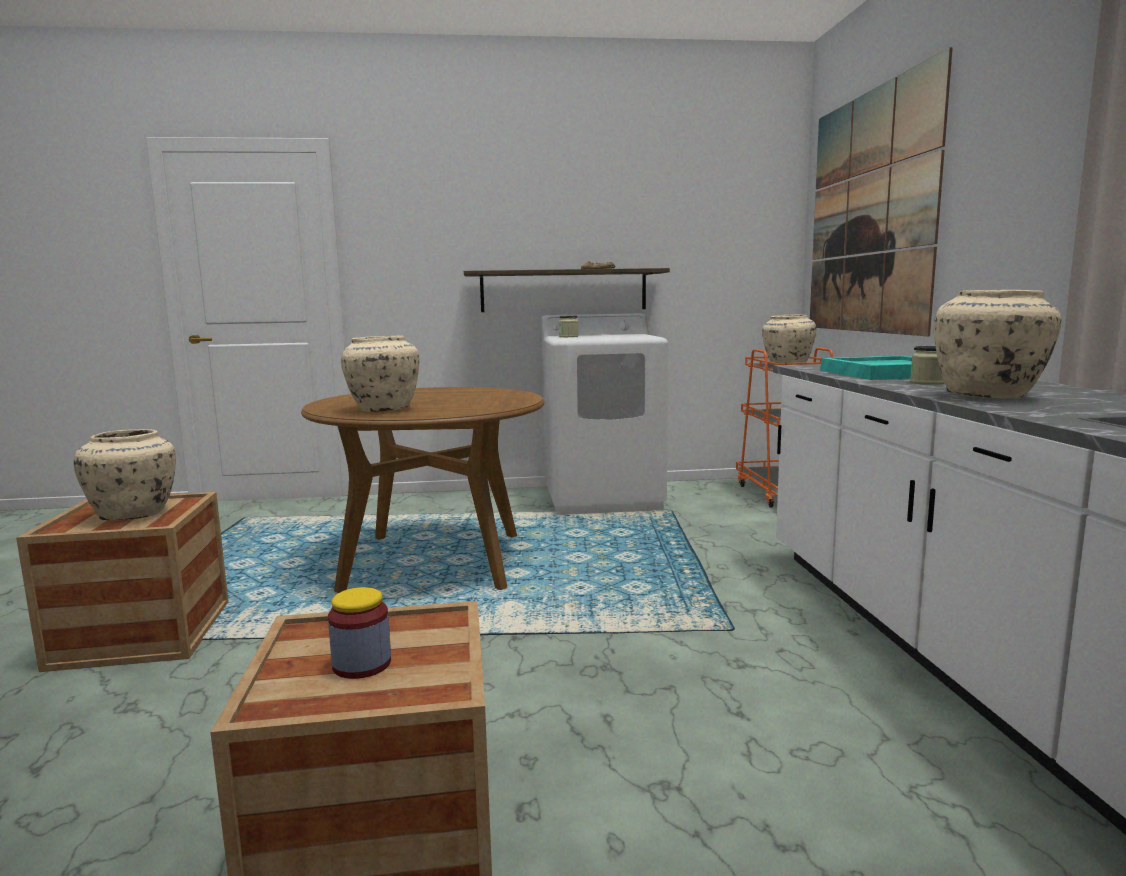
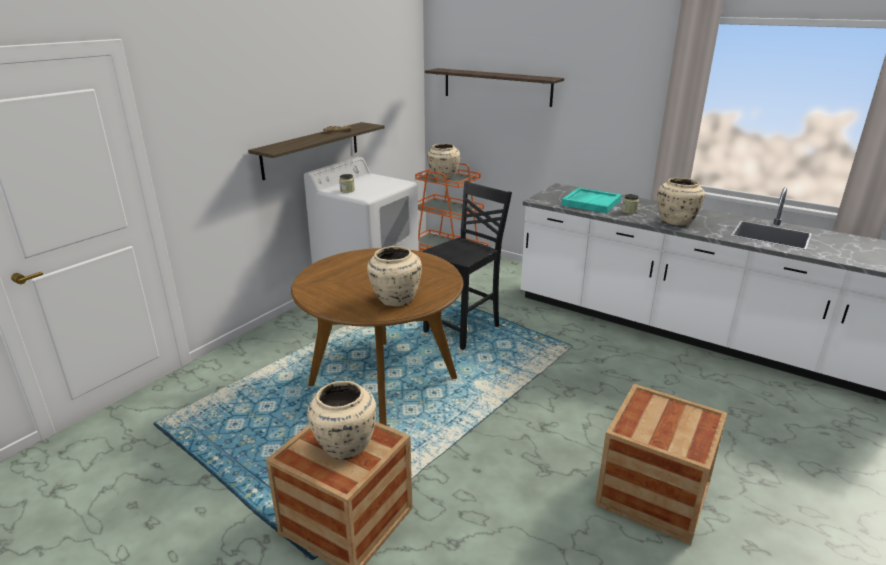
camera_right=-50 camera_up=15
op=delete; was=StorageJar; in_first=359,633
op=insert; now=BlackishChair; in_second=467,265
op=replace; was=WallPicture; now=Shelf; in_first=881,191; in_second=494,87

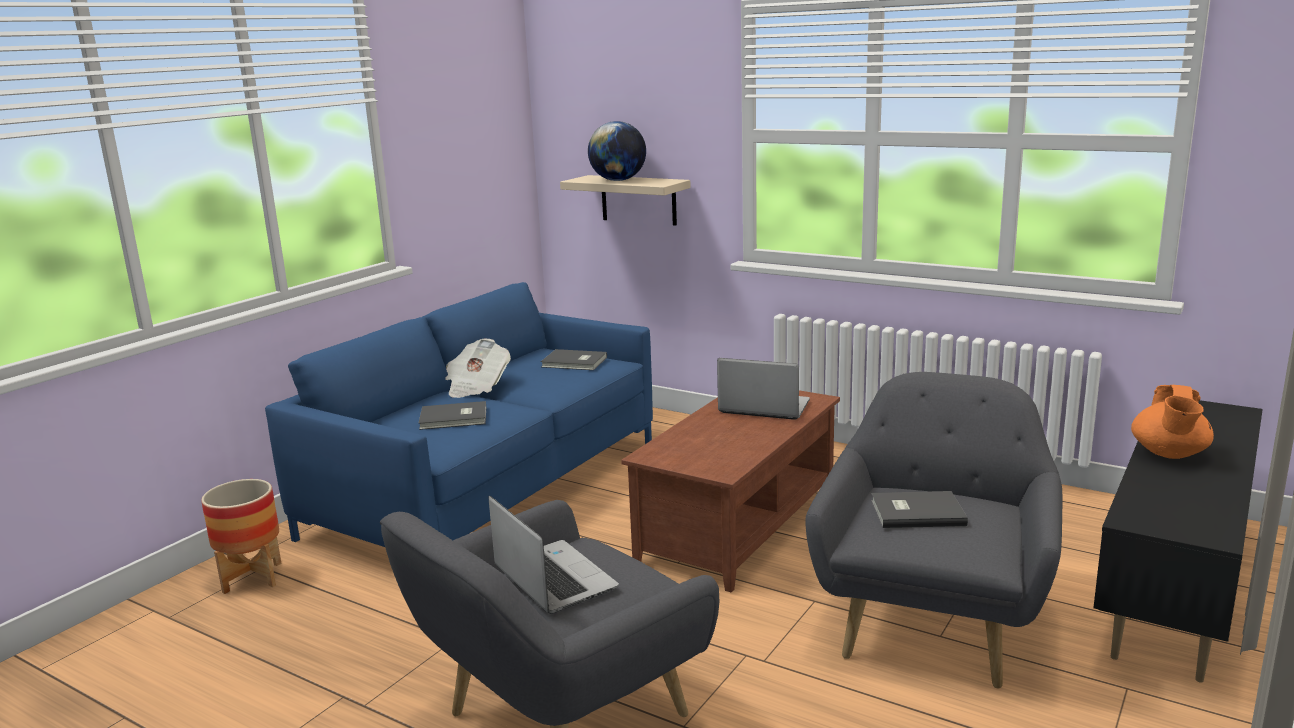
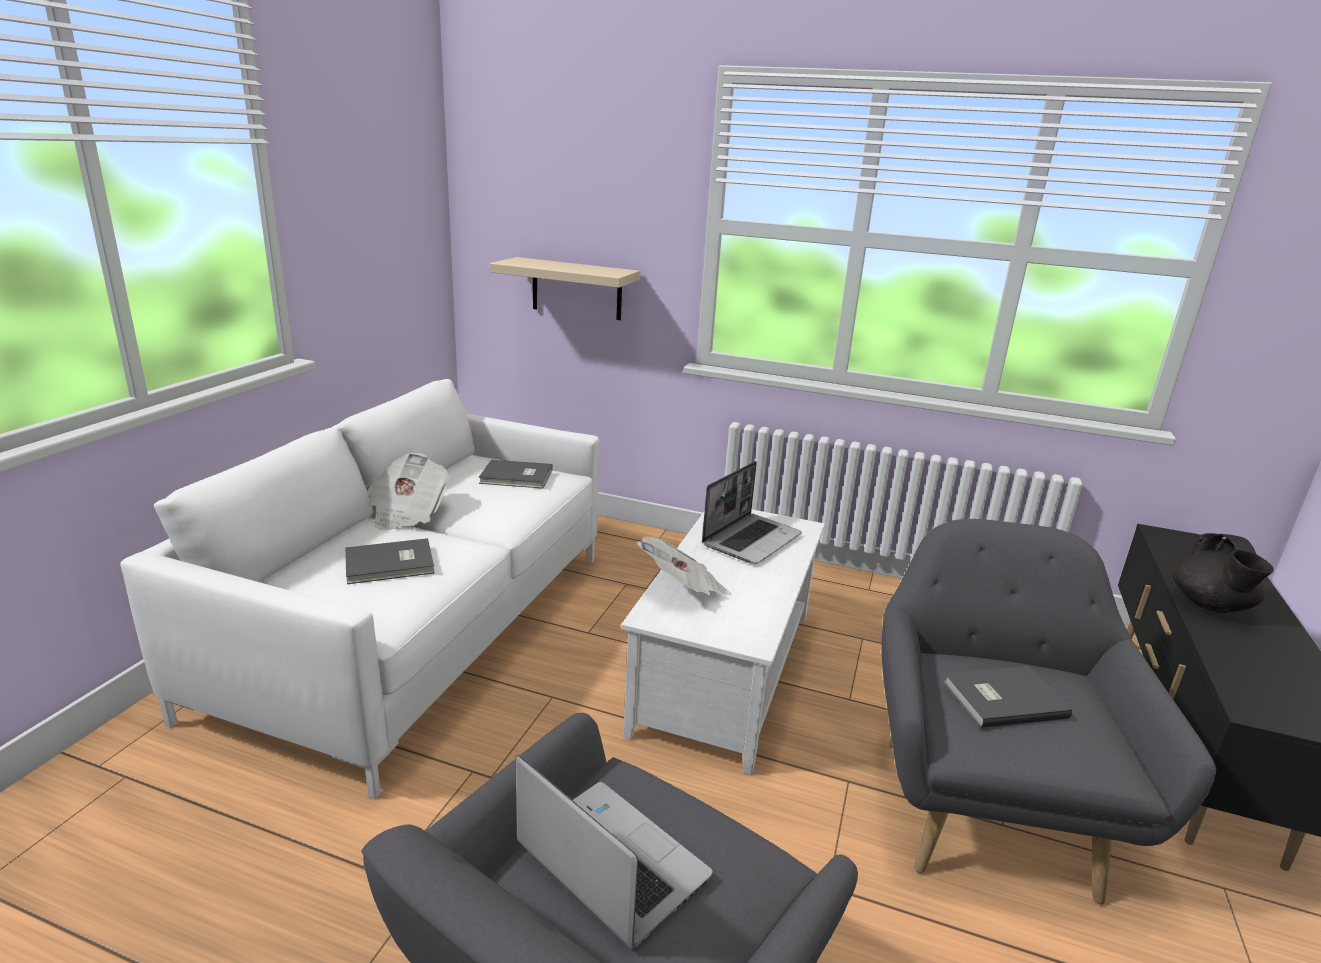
camera_right=-15 camera_up=5
op=delete; was=Planter; in_first=241,536
op=delete; was=DeskGlobe; in_first=617,151
op=insert; now=Newspaper; in_second=684,566
op=recolor; was=BlueSettee; now=WhitishSettee; in_first=459,414; in_second=360,589
op=recolor; was=BrownLowTable; now=WhitishLowTable; in_first=730,491; in_second=723,642
op=recolor; was=OrangeyPotForTea; now=BlackishPotForTea; in_first=1172,422; in_second=1223,573
op=rotate; was=NotebookComputer; in_first=763,389; in_second=752,512; clockwise=120

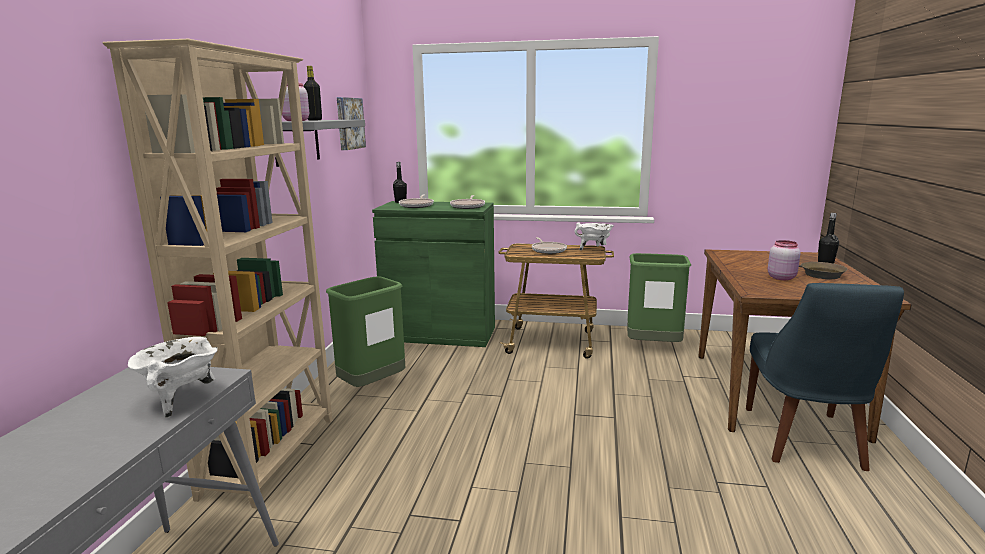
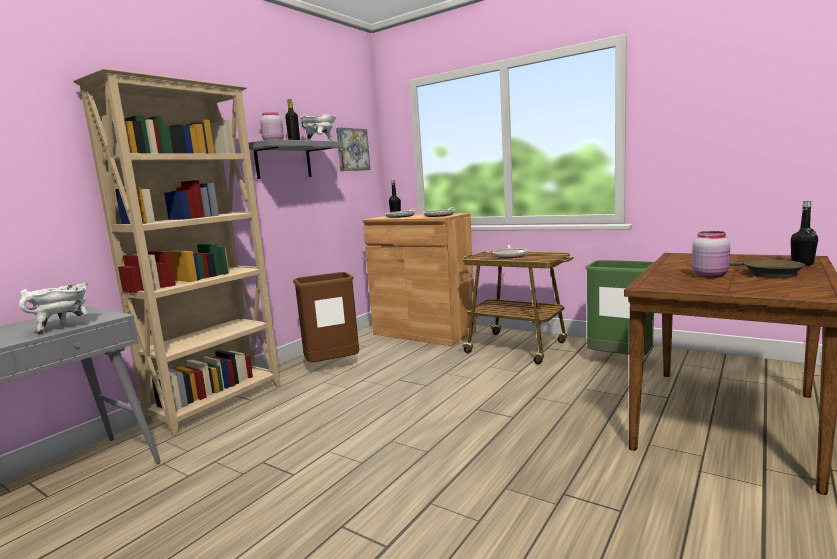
camera_right=25 camera_up=-5
op=delete; was=BlueChair; in_first=825,377
op=move; was=WhitishStockpot; in_first=594,236; in_second=318,127
op=recolor; was=GreenColouredTrashCan; now=BrownTrashCan; in_first=365,331; in_second=326,317
op=recolor; was=GreenColouredStorageCabinet; now=BrownStorageCabinet; in_first=433,274; in_second=419,279

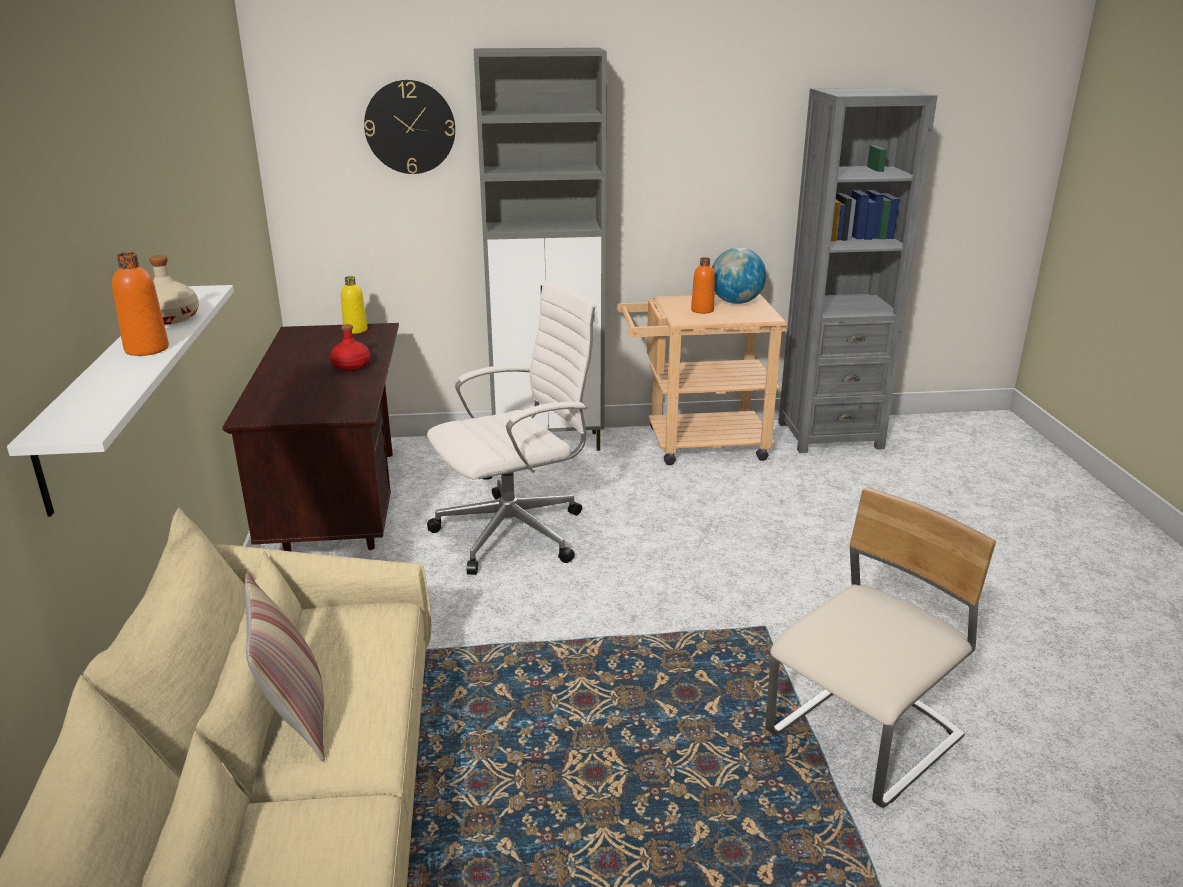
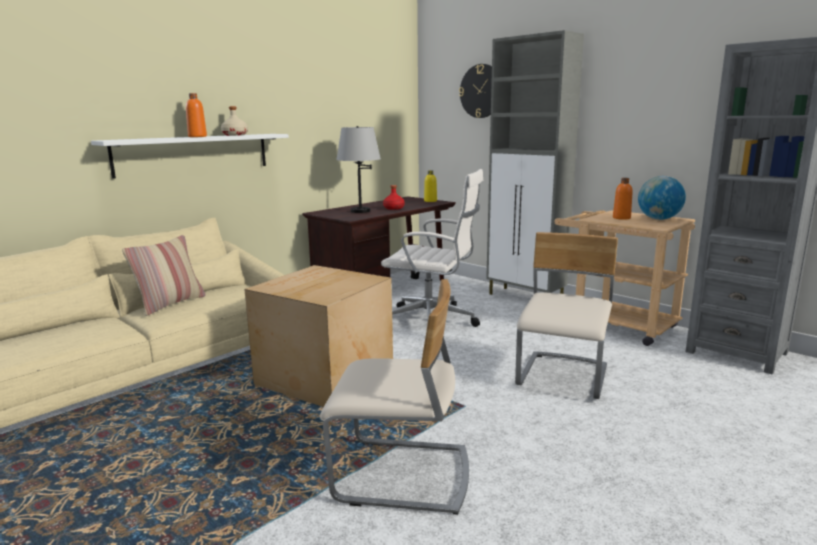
camera_right=50 camera_up=-10
op=insert; now=PackingBox; in_second=318,336
op=insert; now=GreyishLampForATable; in_second=358,169
op=insert; now=BeigeColouredChair; in_second=566,315

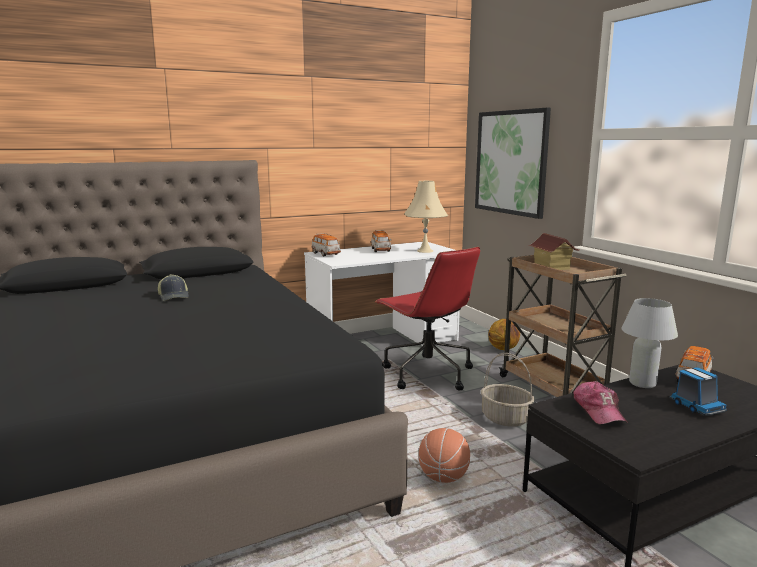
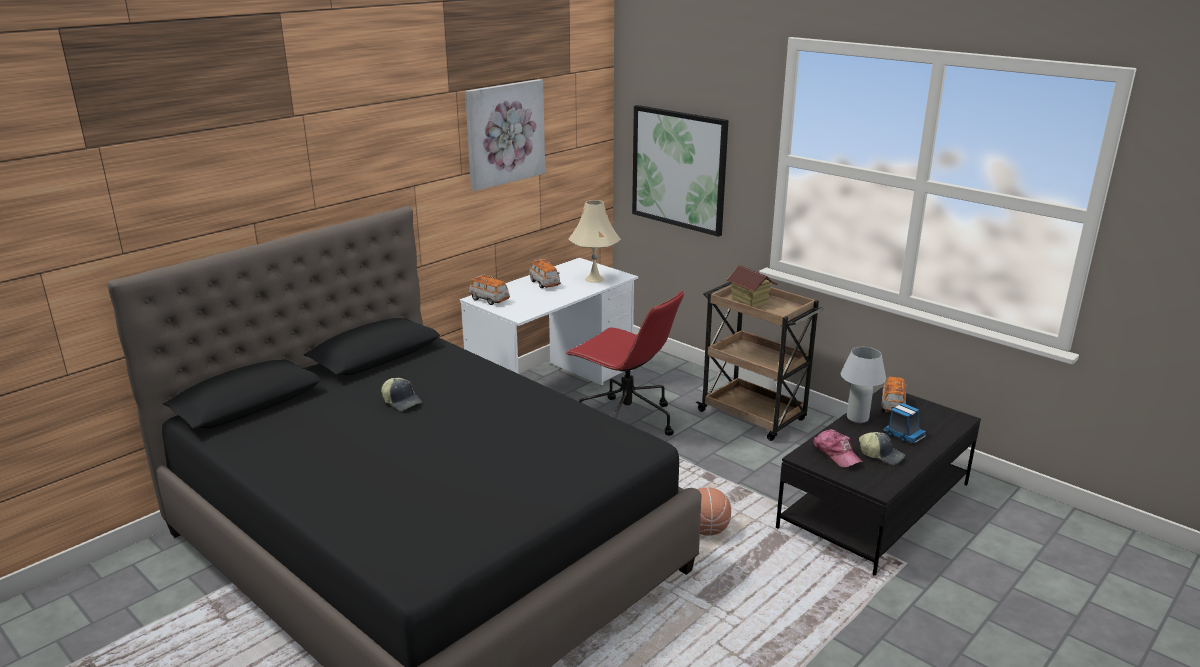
camera_right=-20 camera_up=10
op=delete; was=StorageBasket; in_first=508,390
op=delete; was=Basketball; in_first=504,334
op=insert; now=WallPicture; in_second=505,135
op=insert; now=PeakedCap; in_second=882,448

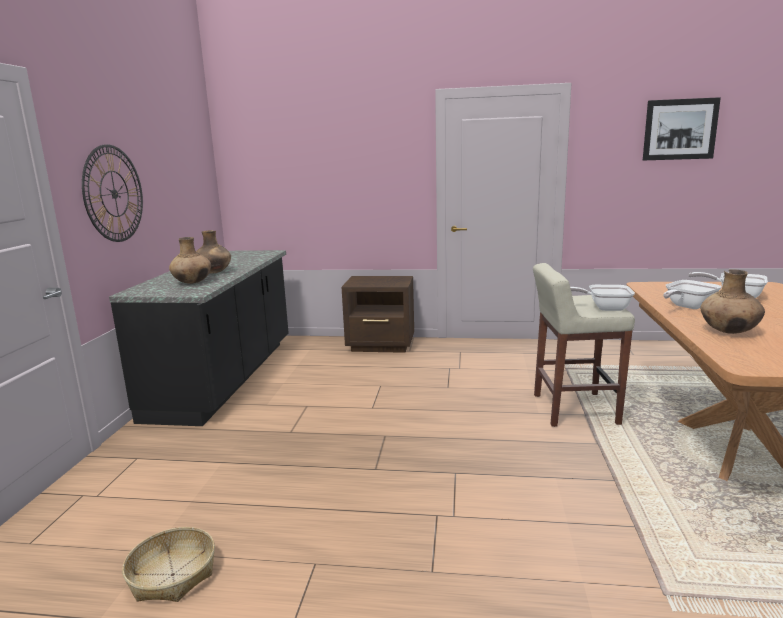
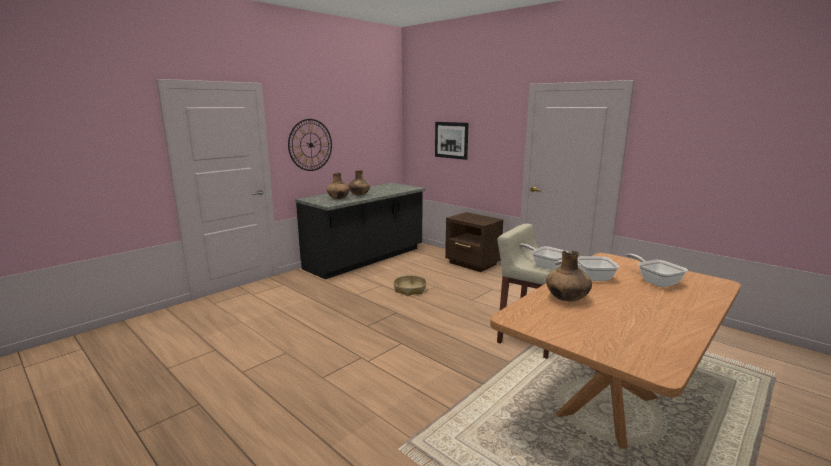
camera_right=35 camera_up=0
op=move; was=StorageBasket; in_first=168,564; in_second=410,285
op=move; was=WallPicture; in_first=682,128; in_second=452,141

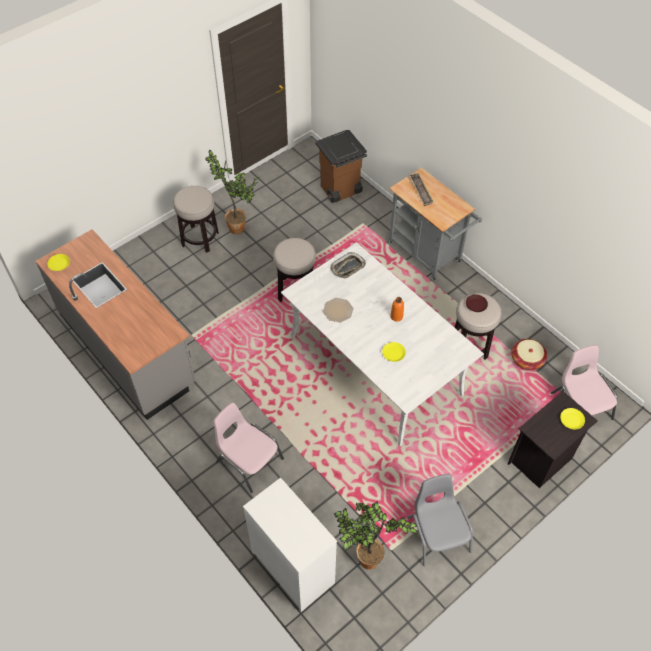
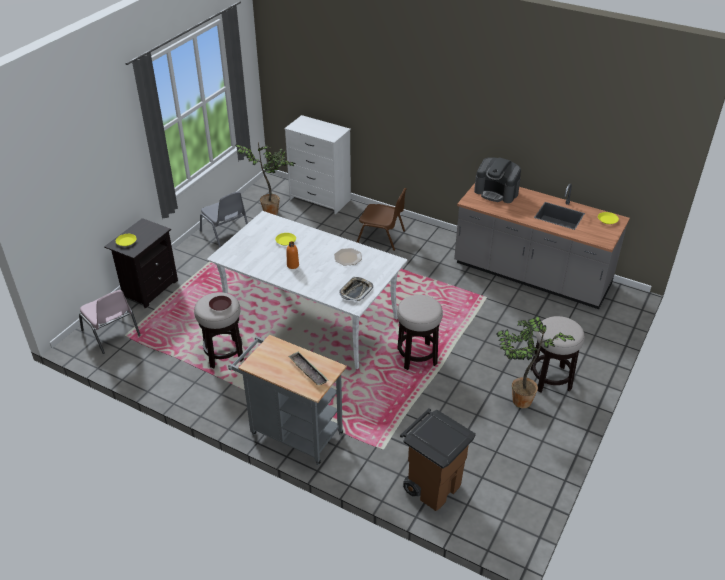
camera_right=160 camera_up=-15
op=delete; was=StorageBasket; in_first=529,354
op=insert; now=CoffeeMachine; in_second=497,180
op=recolor; was=PinkColouredChair; now=BrownChair; in_first=248,447; in_second=381,219

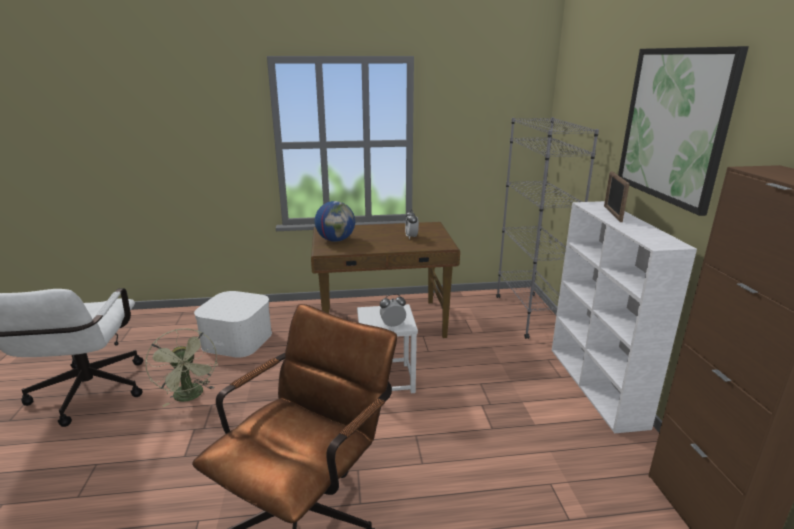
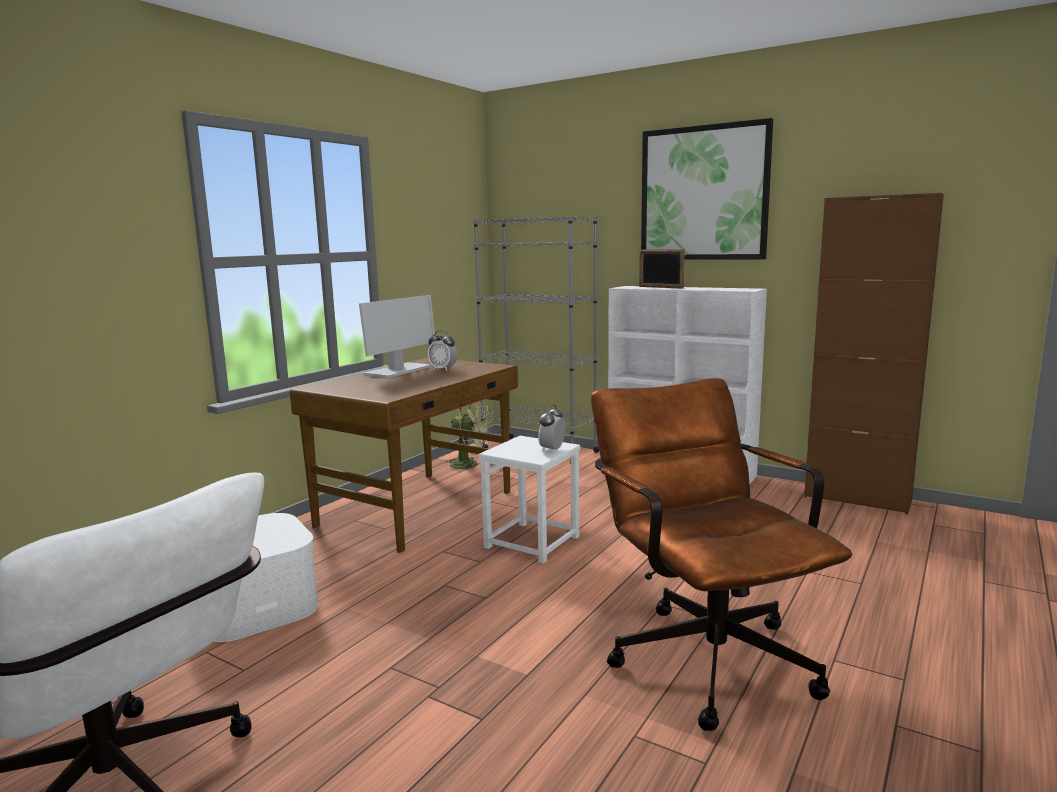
camera_right=-50 camera_up=-10
op=delete; was=DeskGlobe; in_first=335,221
op=insert; now=ComputerScreen; in_second=397,336
op=move; was=GreenColouredCoolingFan; in_first=181,368; in_second=468,436

